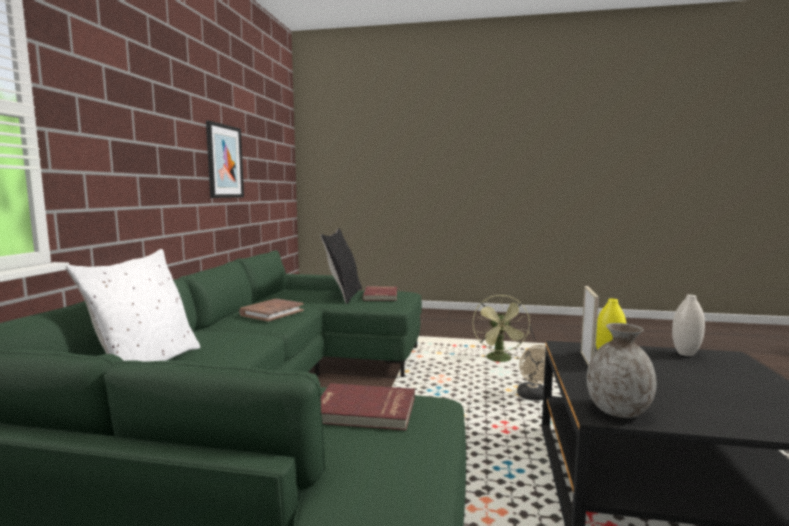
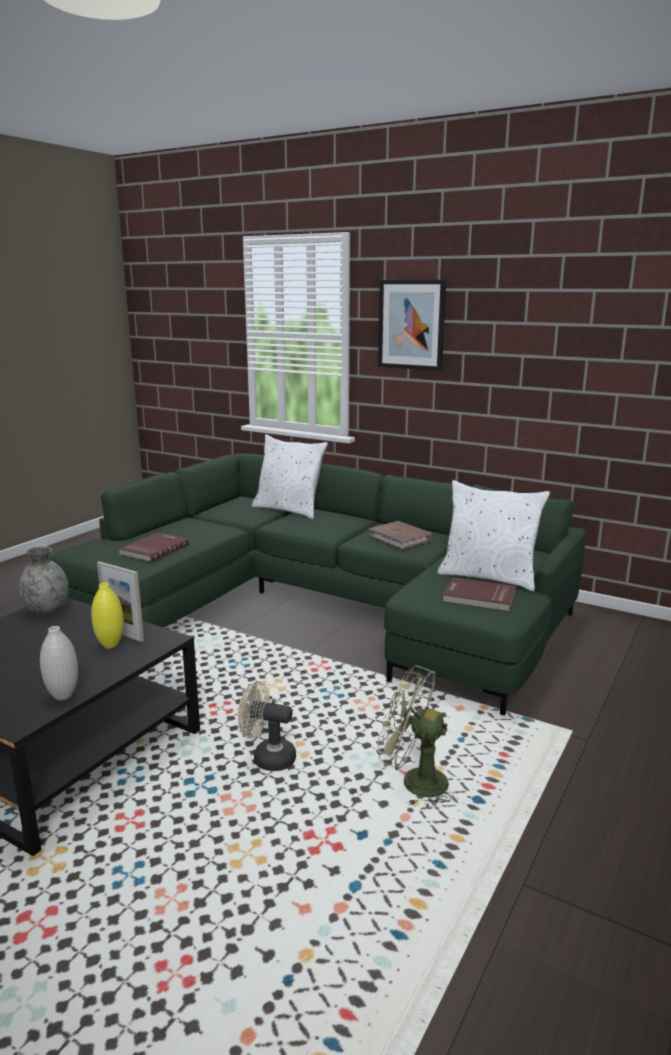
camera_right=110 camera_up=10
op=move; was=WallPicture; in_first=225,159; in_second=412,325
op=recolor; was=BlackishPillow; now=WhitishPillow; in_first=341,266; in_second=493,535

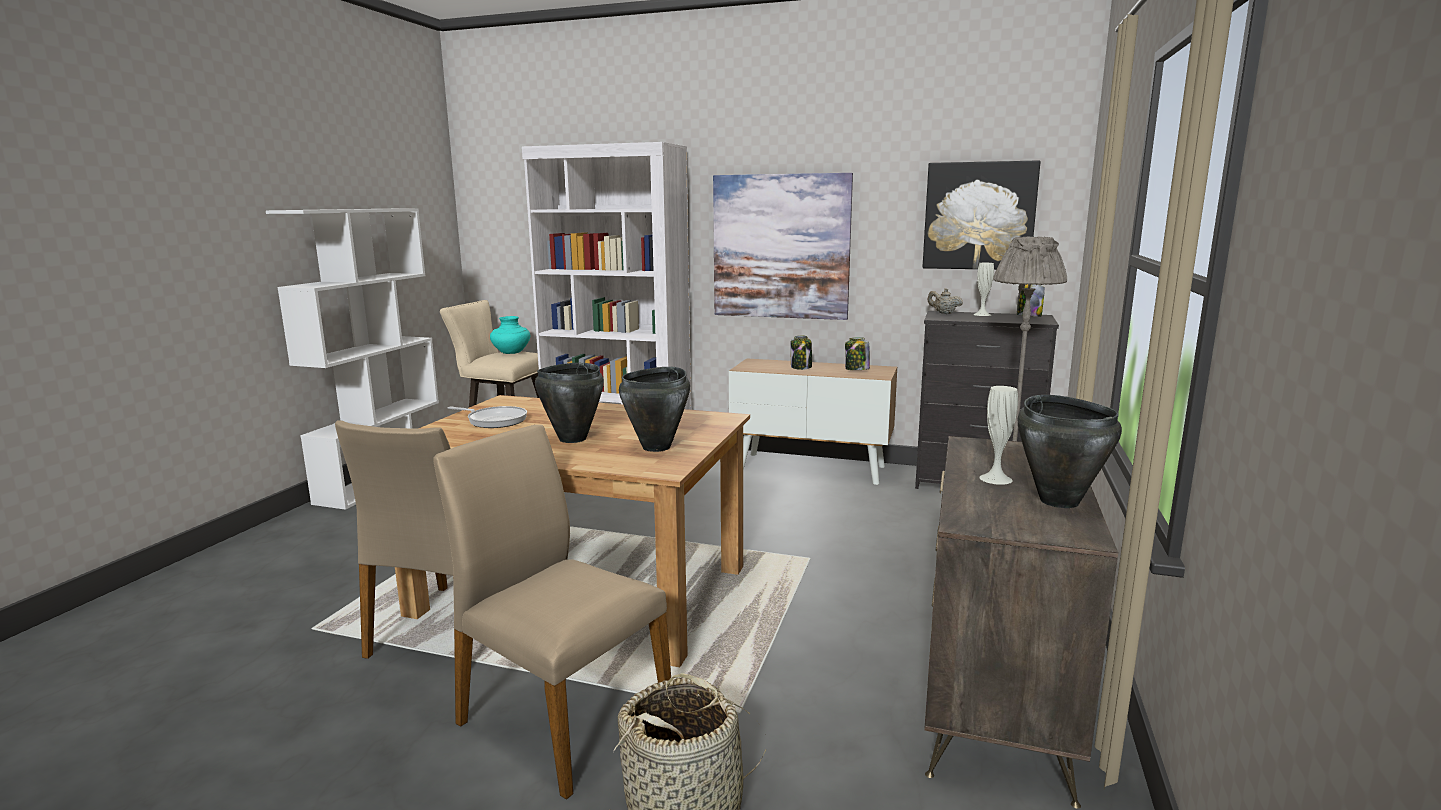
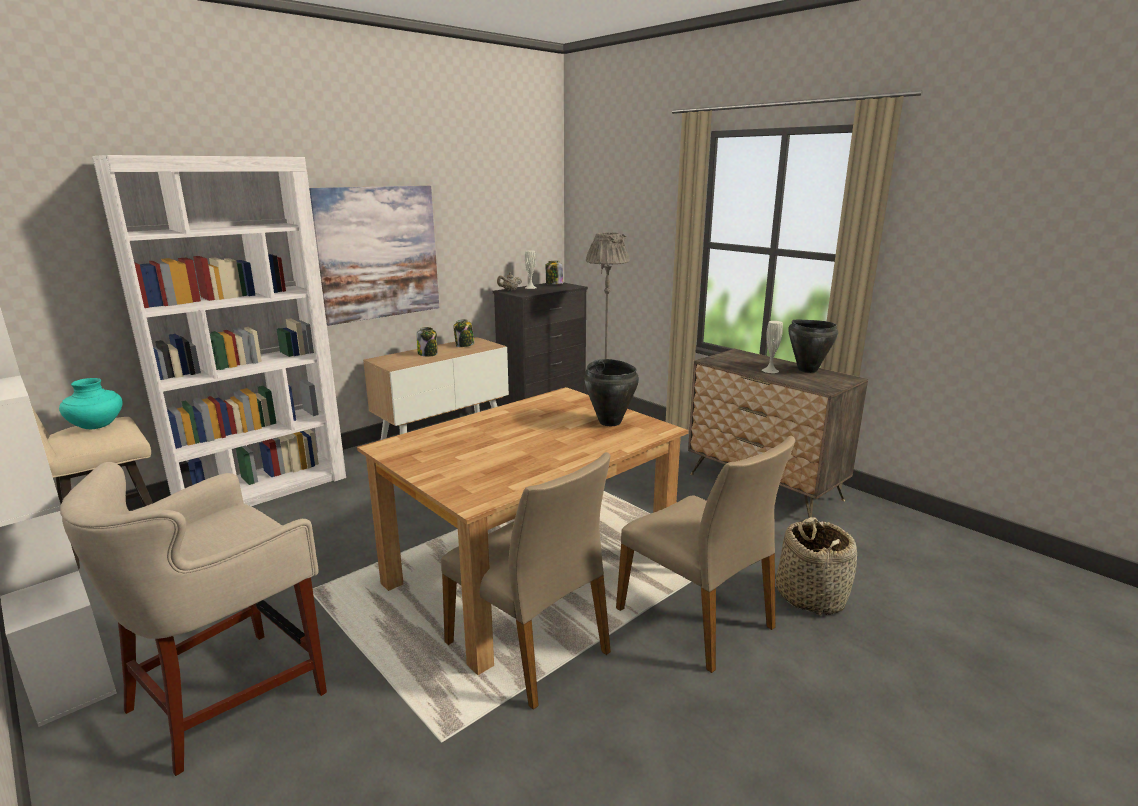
camera_right=-60 camera_up=5
op=delete; was=Skillet; in_first=487,417
op=delete; was=BlackishStockpot; in_first=569,403
op=delete; was=WallPicture; in_first=981,215
op=insert; now=BeigeColouredStoolSeat; in_second=193,619
op=rotate; was=BeigeColouredChair; in_first=552,612; in_second=705,554; clockwise=-105

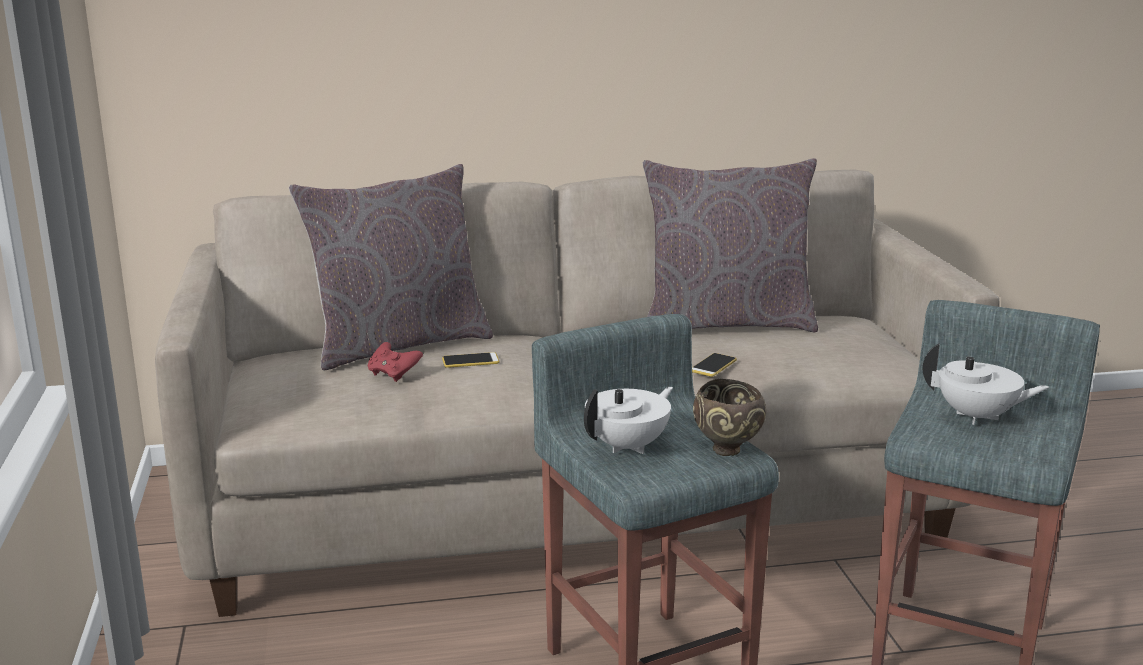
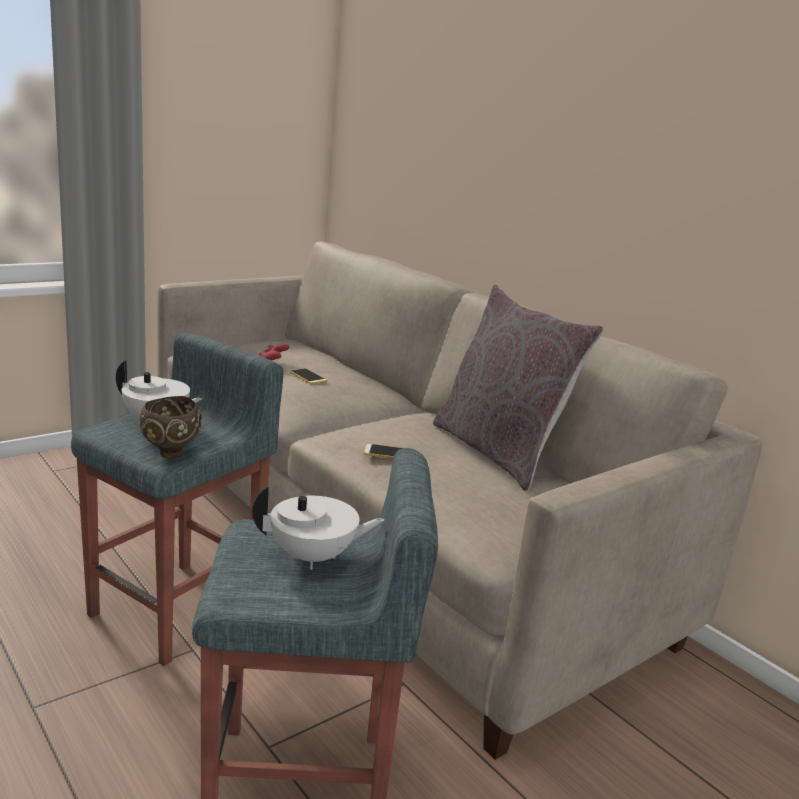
camera_right=60 camera_up=0
op=delete; was=GreyishPillow; in_first=391,267
op=rotate; was=WhitishPotForTea; in_first=986,384; in_second=318,527; clockwise=-90

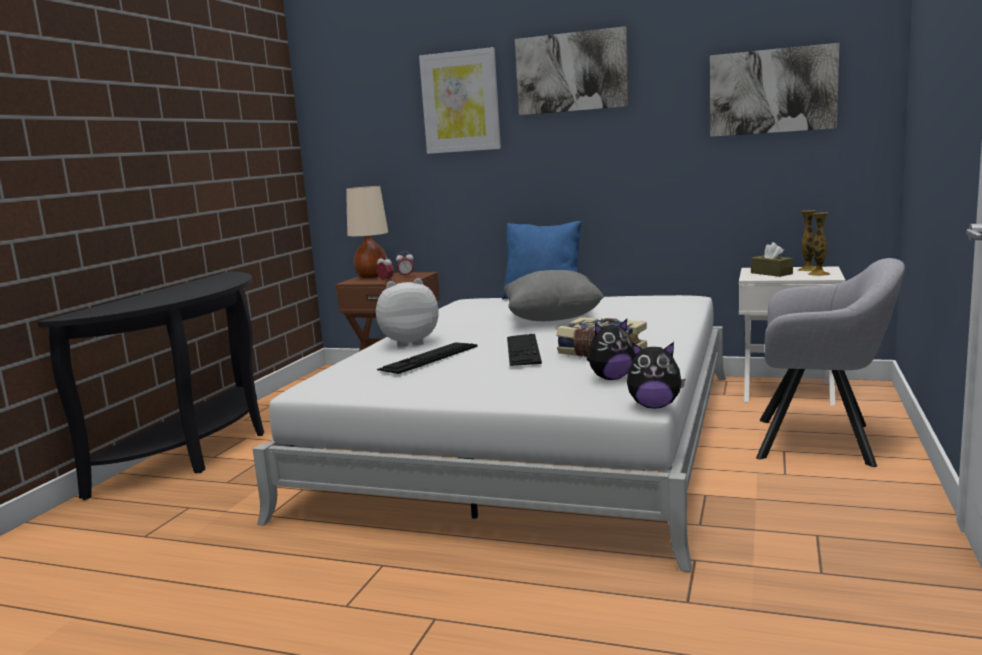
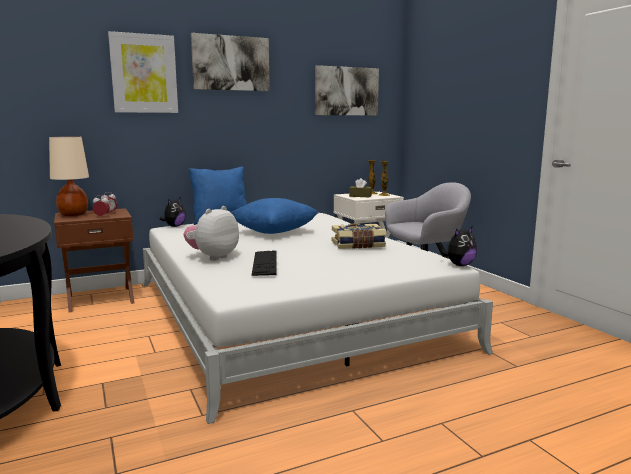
camera_right=-45 camera_up=0
op=delete; was=Keyboard; in_first=524,350
op=move; was=SoftToy; in_first=610,349; in_second=173,212
op=recolor; was=GreyishPillow; now=BluePillow; in_first=554,295; in_second=274,216

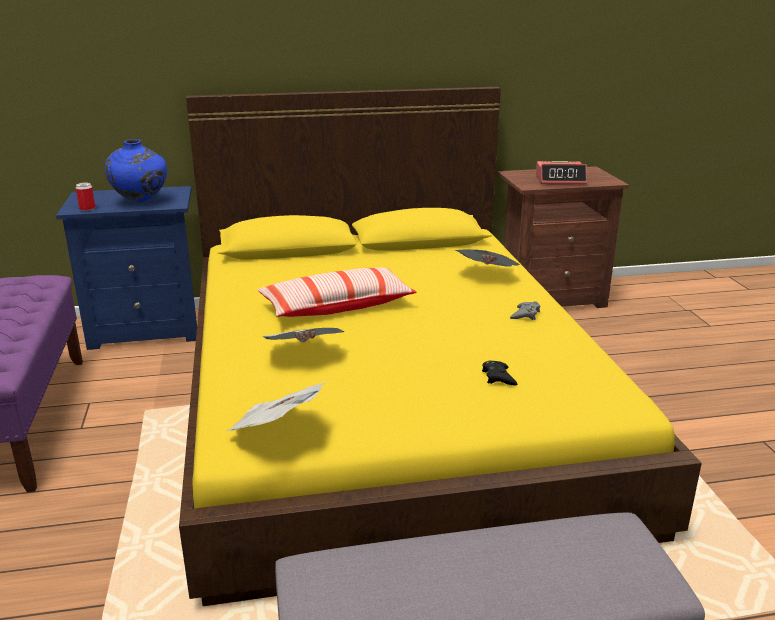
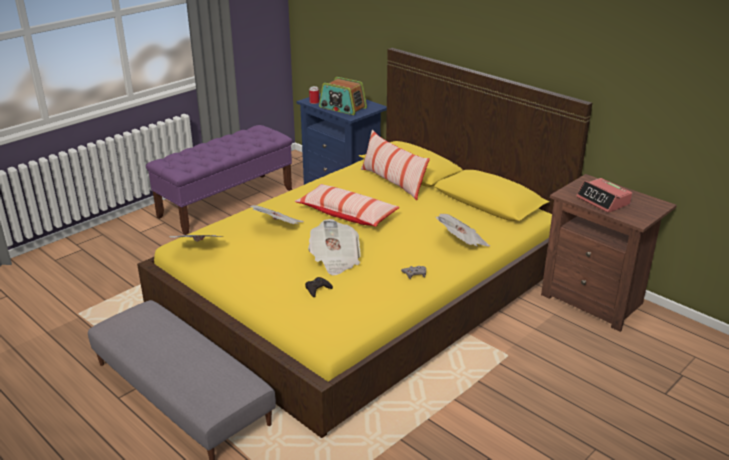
camera_right=55 camera_up=5
op=insert; now=Newspaper; in_second=334,247
op=insert; now=Pillow; in_second=395,165
op=replace; was=BlueFlowerVase; now=Radio; in_first=136,170; in_second=343,96

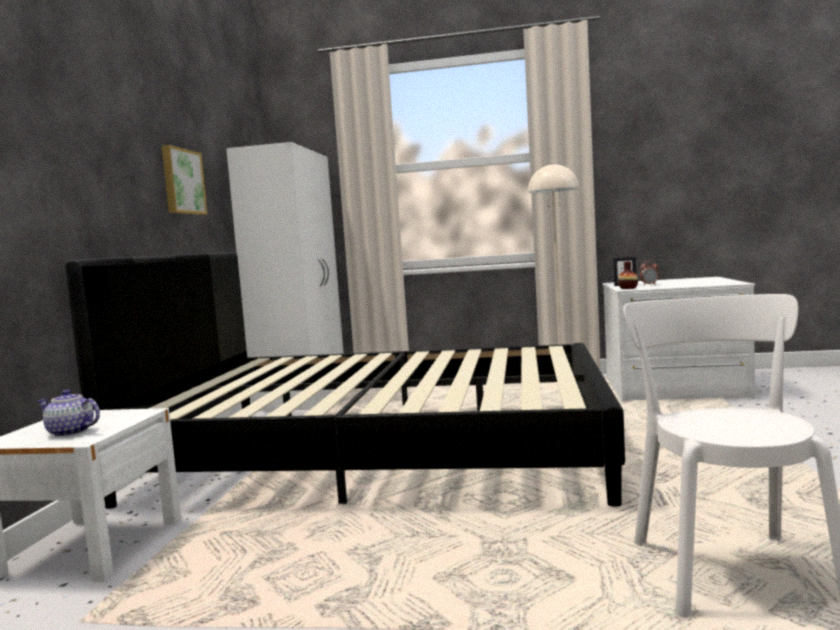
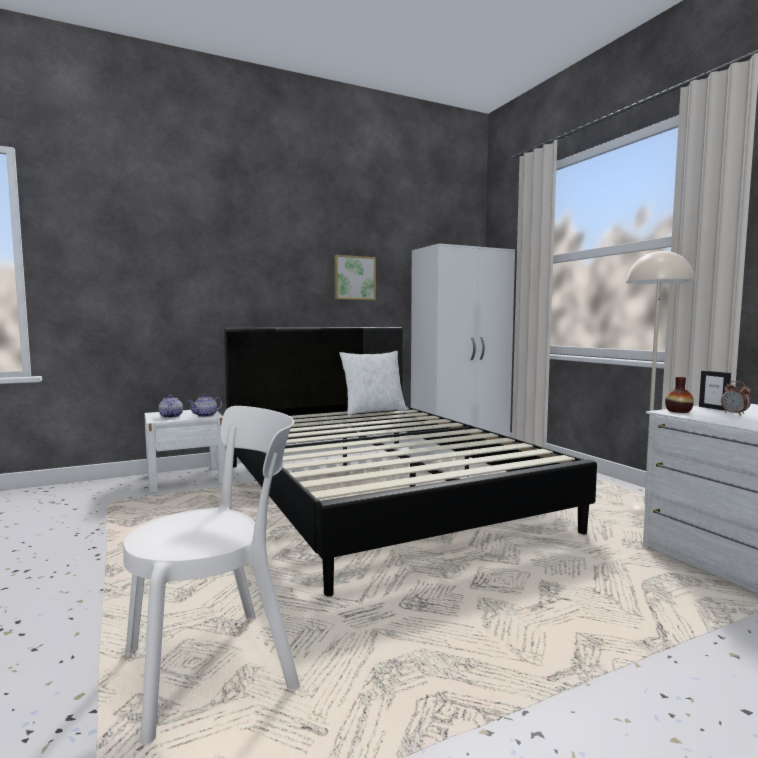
camera_right=55 camera_up=0
op=insert; now=PotForTea; in_second=204,405
op=insert; now=WhitishPillow; in_second=374,383

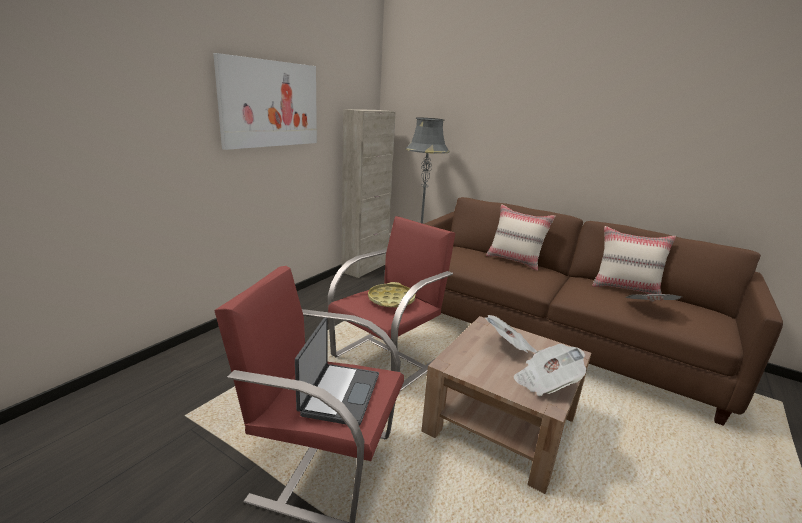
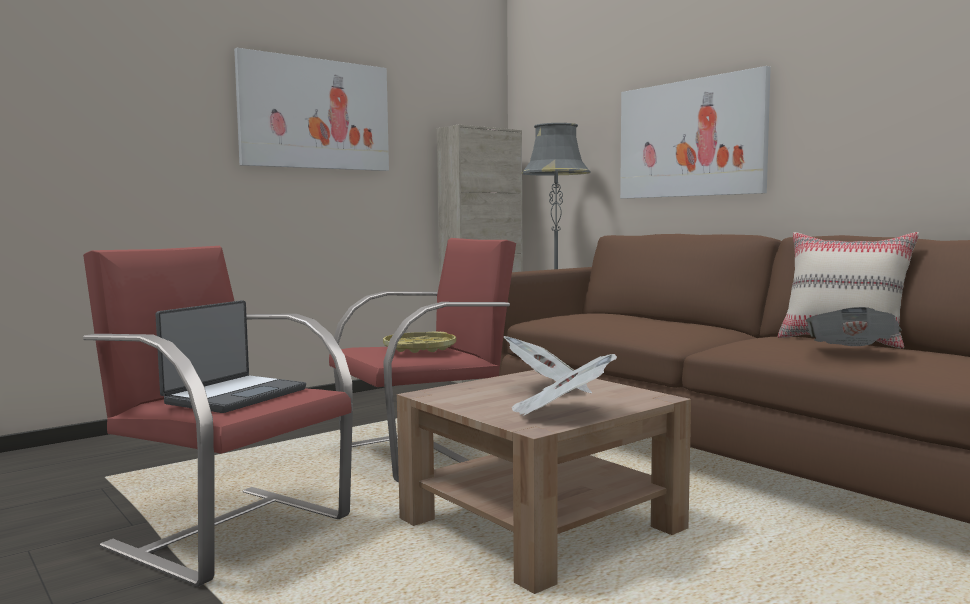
camera_right=20 camera_up=-15
op=delete; was=BeigeColouredPillow; in_first=520,237
op=insert; now=WallPicture; in_second=695,132

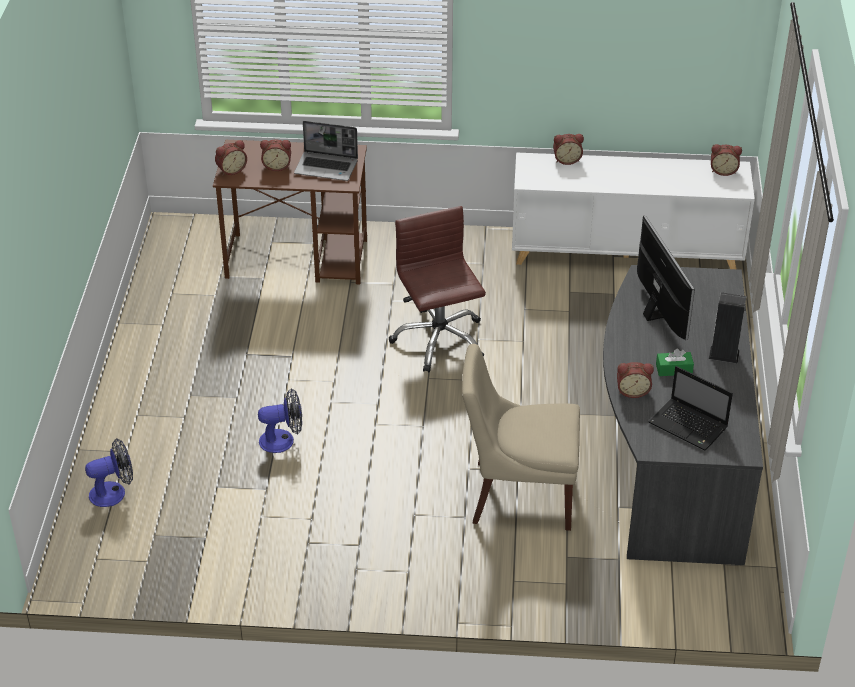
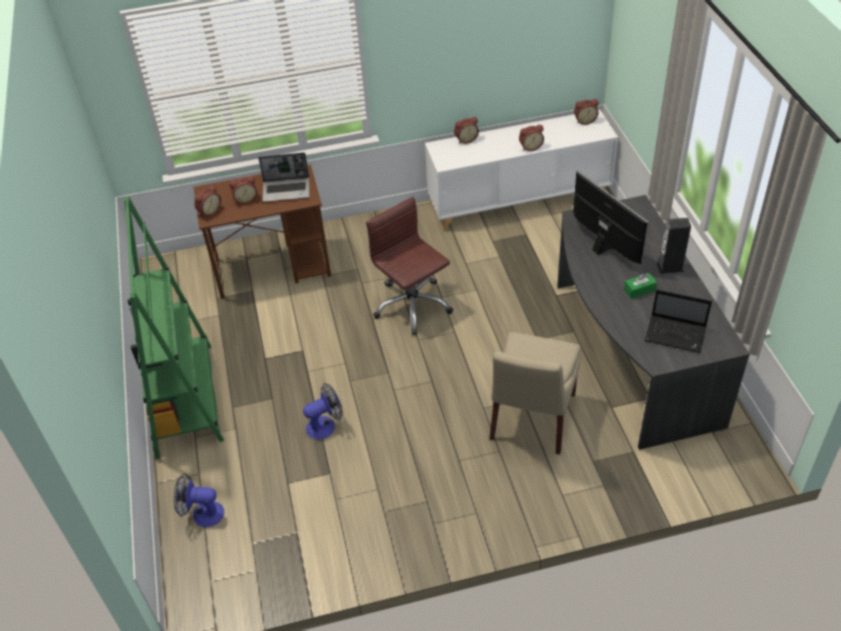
camera_right=-15 camera_up=5
op=insert; now=GreenColouredBookcase; in_second=174,327
op=move; was=BedsideClock; in_first=635,380; in_second=531,138
op=rotate; was=CoolingFan; in_first=109,472; in_second=199,500; clockwise=-135
op=rotate; was=BeigeColouredChair; in_first=521,437; in_second=535,393; clockwise=-60

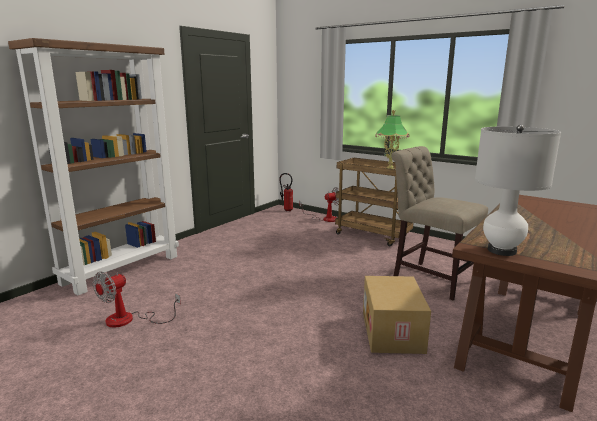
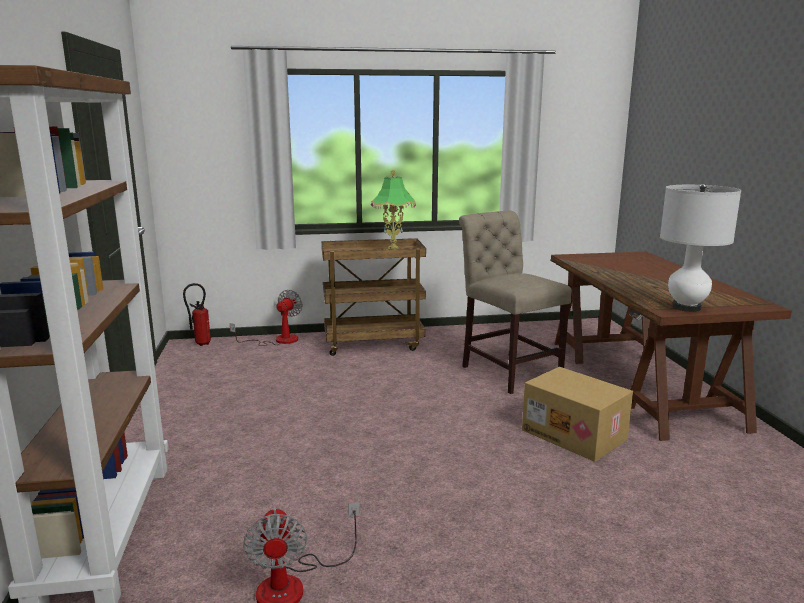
camera_right=-45 camera_up=0
op=rotate; was=BeigeColouredChair; in_first=440,223; in_second=515,302; clockwise=60

